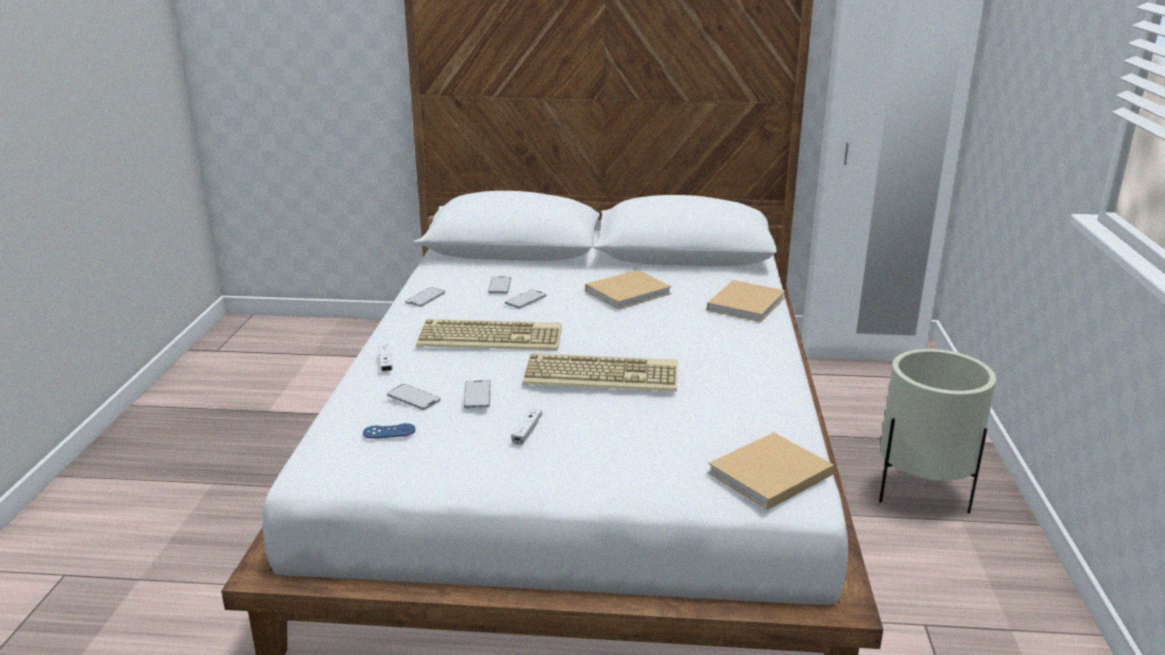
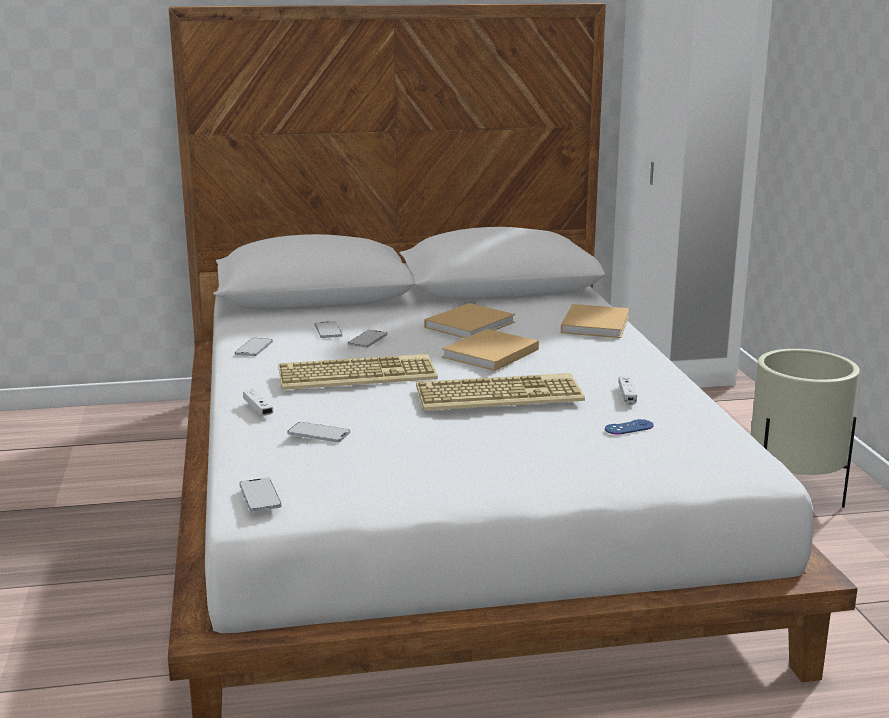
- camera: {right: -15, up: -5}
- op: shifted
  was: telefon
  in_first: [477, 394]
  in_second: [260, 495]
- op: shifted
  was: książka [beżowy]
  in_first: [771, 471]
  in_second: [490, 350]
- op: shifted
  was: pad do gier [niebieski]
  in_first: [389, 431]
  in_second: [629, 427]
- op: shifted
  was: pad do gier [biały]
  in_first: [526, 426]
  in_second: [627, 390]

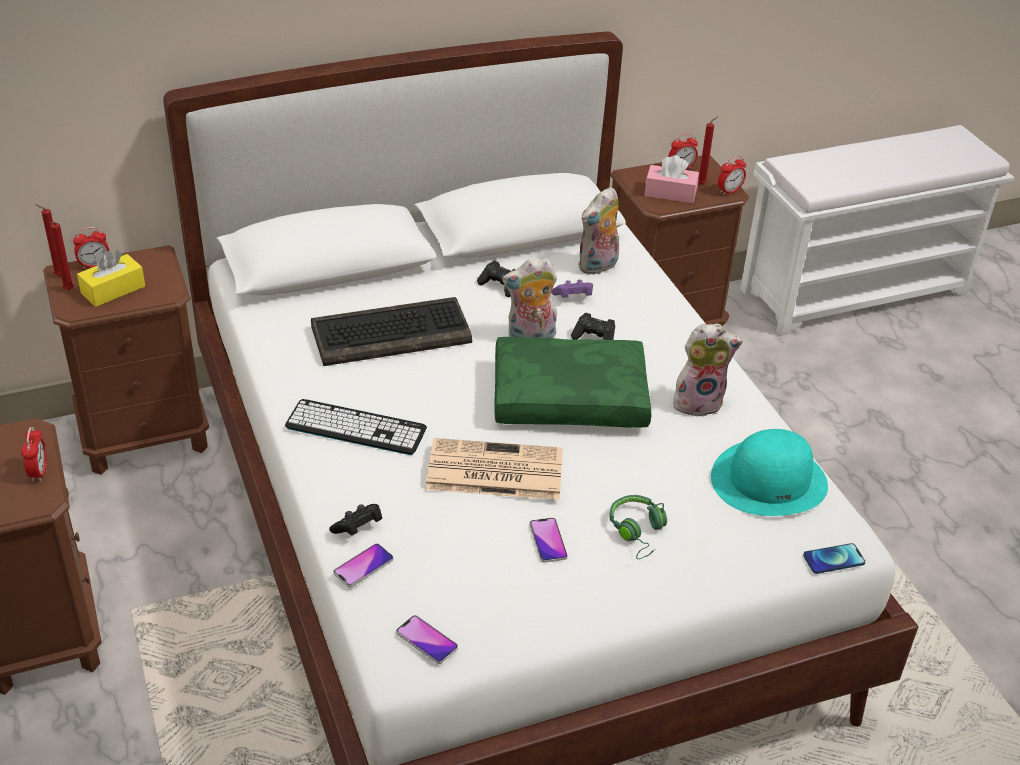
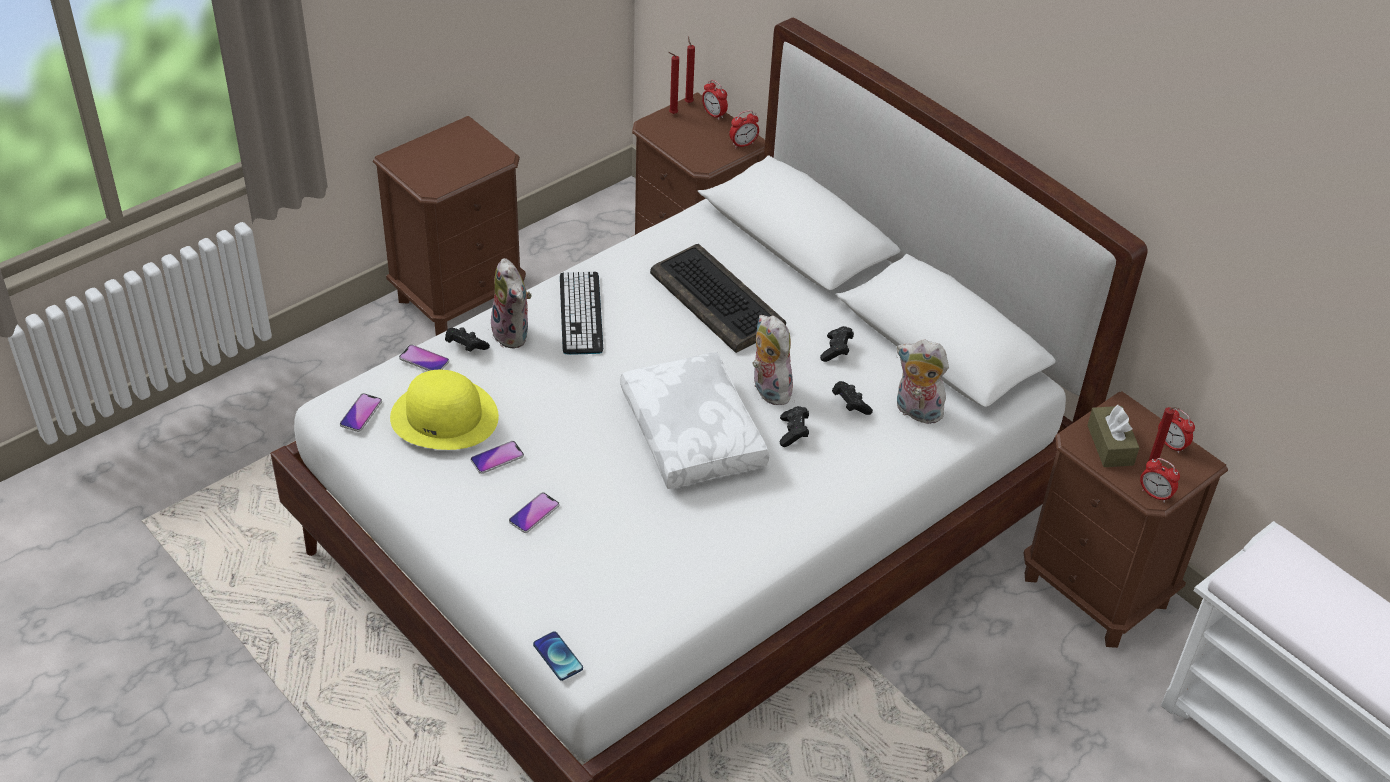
- camera: {right: 70, up: 5}
- op: new
  now: kapelusz [żółty]
  in_second: [444, 410]
- op: shifted
  was: pluszak
  in_first: [708, 370]
  in_second: [511, 303]
- op: swapped
  was: słuchawki [zielony]
  now: telefon
  in_first: [638, 527]
  in_second: [534, 512]
- op: repainted
  was: poduszka [zielony]
  now: poduszka [biały]
  in_first: [573, 382]
  in_second: [694, 420]
- op: shifted
  was: budzik
  in_first: [34, 454]
  in_second: [744, 129]
- op: repainted
  was: pad do gier [fioletowy]
  now: pad do gier [czarny]
  in_first: [572, 288]
  in_second: [852, 398]
- op: repainted
  was: pudełko chusteczek [różowy]
  now: pudełko chusteczek [brązowy]
  in_first: [672, 179]
  in_second: [1113, 435]
- op: gone
  was: pudełko chusteczek [żółty]
  in_first: [111, 278]
- op: gone
  was: gazeta
  in_first: [494, 469]
- op: gone
  was: kapelusz [turkusowy]
  in_first: [769, 472]

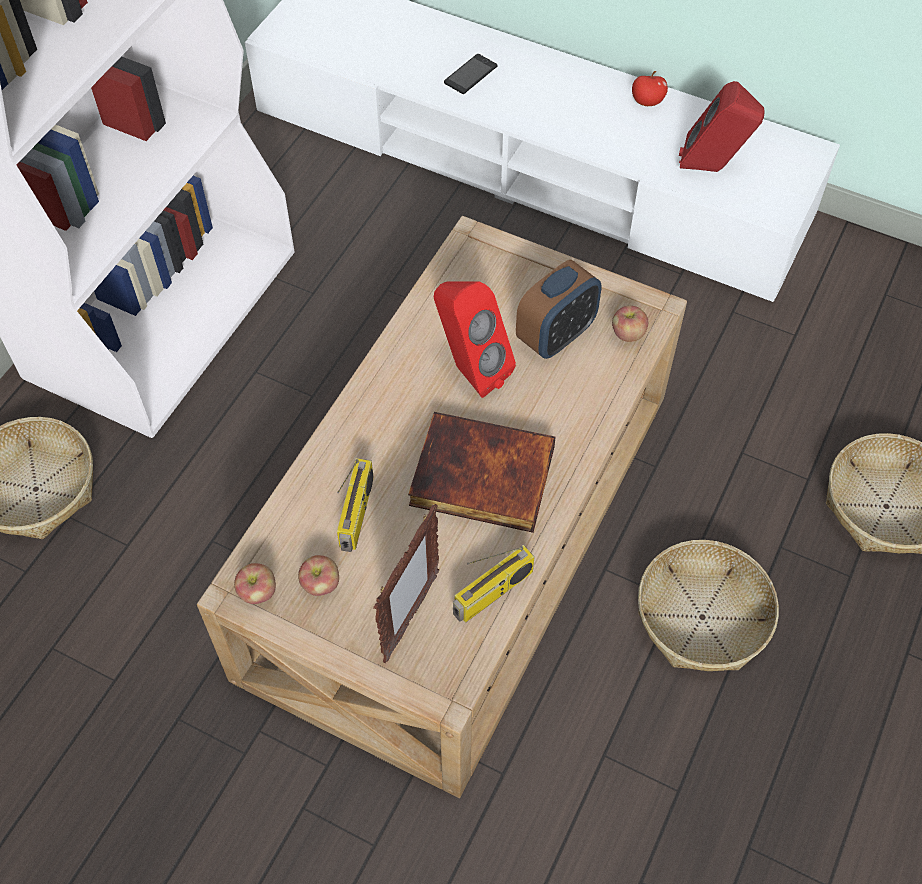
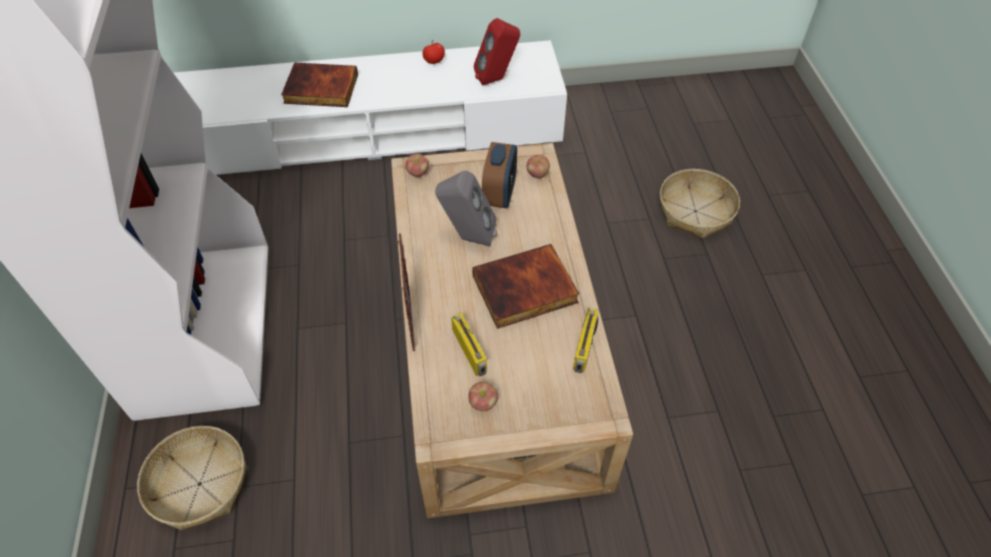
- camera: {right: -35, up: -5}
- op: swapped
  was: telefon
  now: książka
  in_first: [470, 74]
  in_second: [319, 84]
- op: shifted
  was: ramka na zdjęcie
  in_first: [406, 583]
  in_second: [406, 292]
- op: shifted
  was: jabłko
  in_first: [255, 583]
  in_second: [417, 165]
- op: repainted
  was: głośnik [czerwony]
  now: głośnik [szary]
  in_first: [475, 340]
  in_second: [466, 209]
- op: gone
  was: koszyk
  in_first: [708, 605]

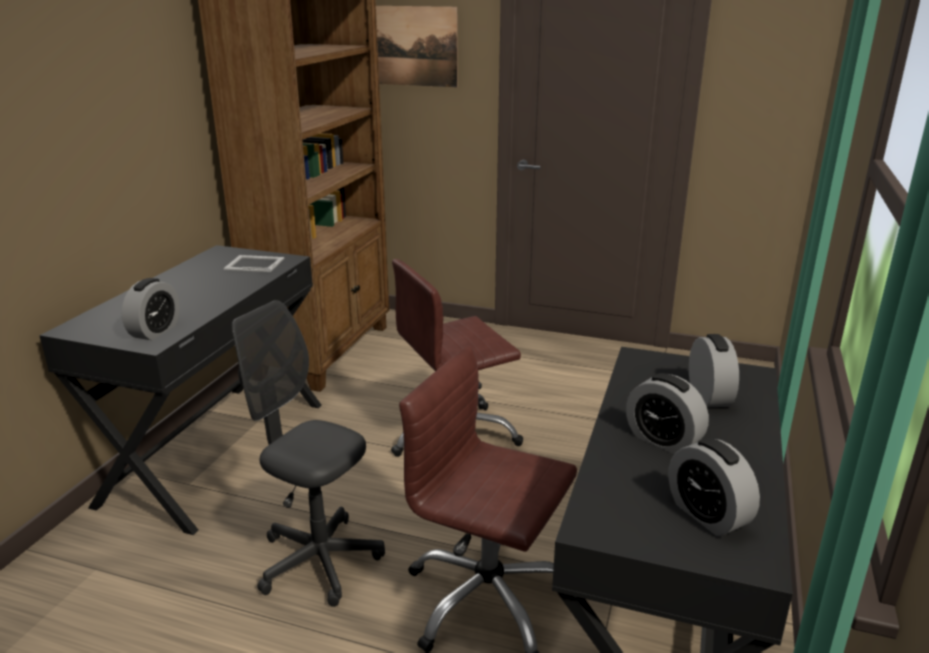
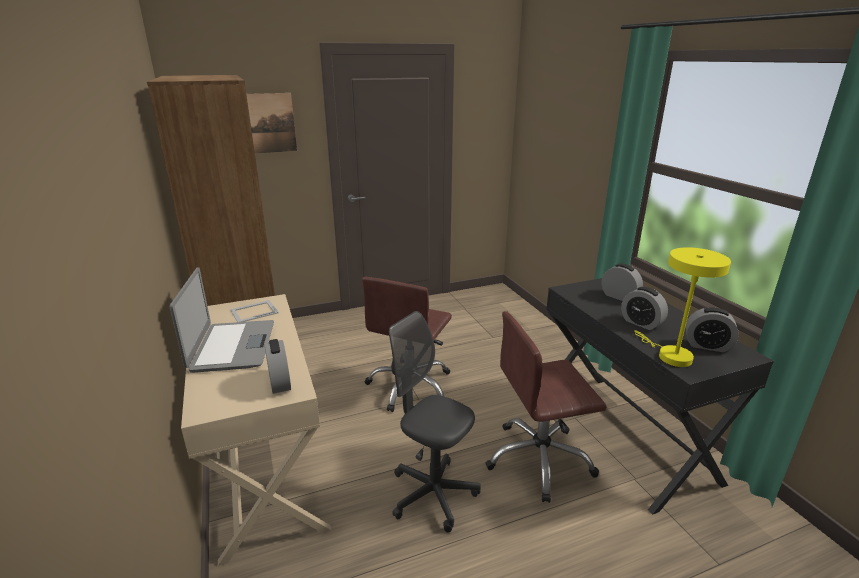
- camera: {right: -40, up: 0}
- op: new
  now: laptop
  in_second: [222, 320]
- op: repainted
  was: biurko [czarny]
  now: biurko [beżowy]
  in_first: [180, 390]
  in_second: [256, 430]
- op: rotated
  was: krzesło biurowe [szary]
  in_first: [308, 453]
  in_second: [435, 421]
  clockwise: 45
- op: rotated
  was: budzik
  in_first: [667, 413]
  in_second: [644, 308]
  clockwise: 45
- op: new
  now: lampa stołowa [żółty]
  in_second: [682, 307]

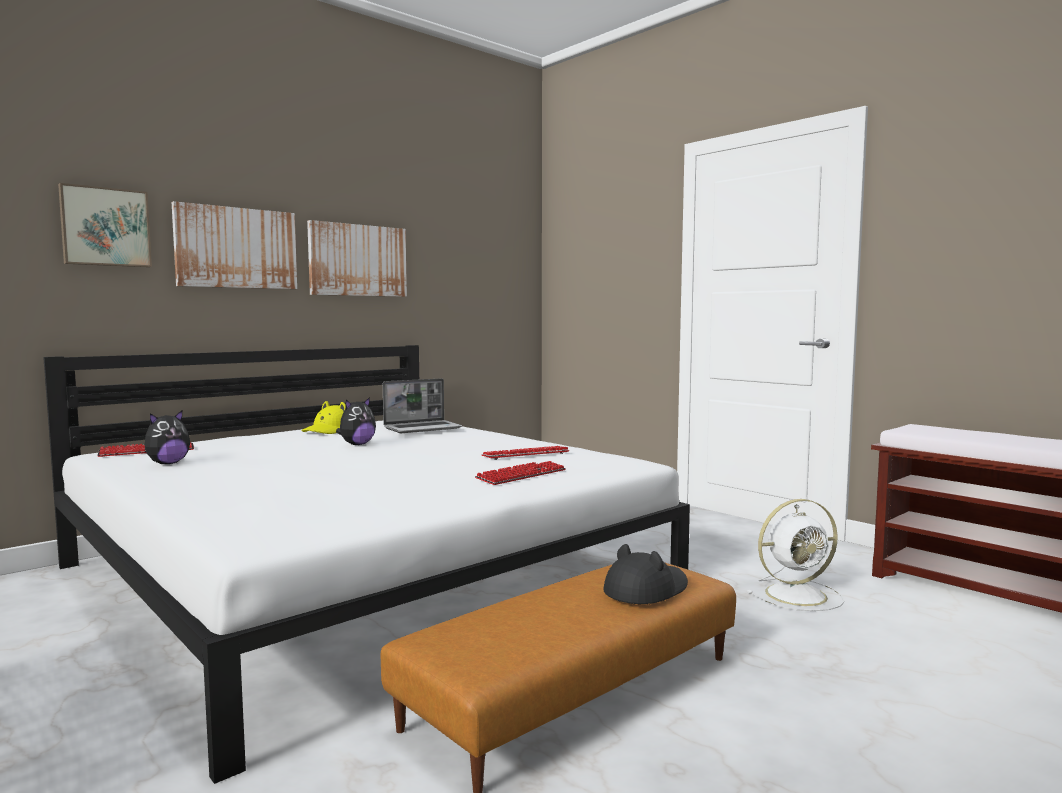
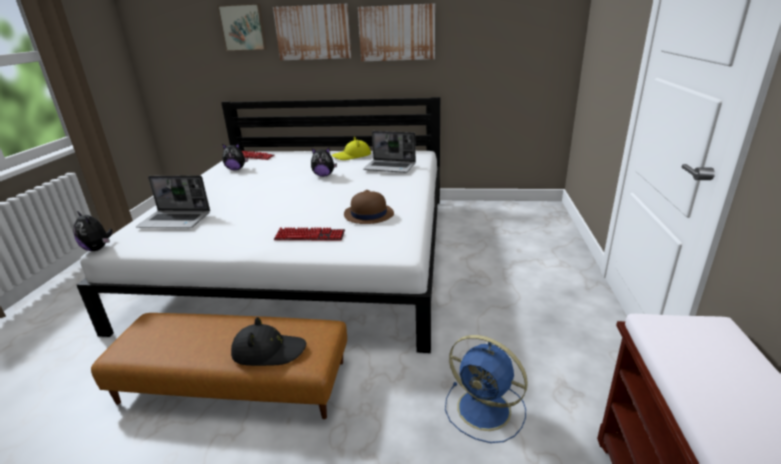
- camera: {right: 50, up: 20}
- op: new
  now: pluszak
  in_second: [92, 231]
- op: new
  now: laptop
  in_second: [173, 202]
- op: swapped
  was: klawiatura
  now: kapelusz [brązowy]
  in_first: [525, 453]
  in_second: [369, 207]
- op: repainted
  was: wentylator [biały]
  now: wentylator [niebieski]
  in_first: [795, 555]
  in_second: [486, 389]

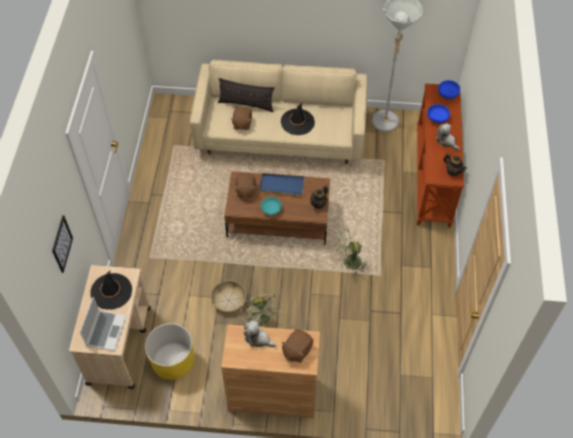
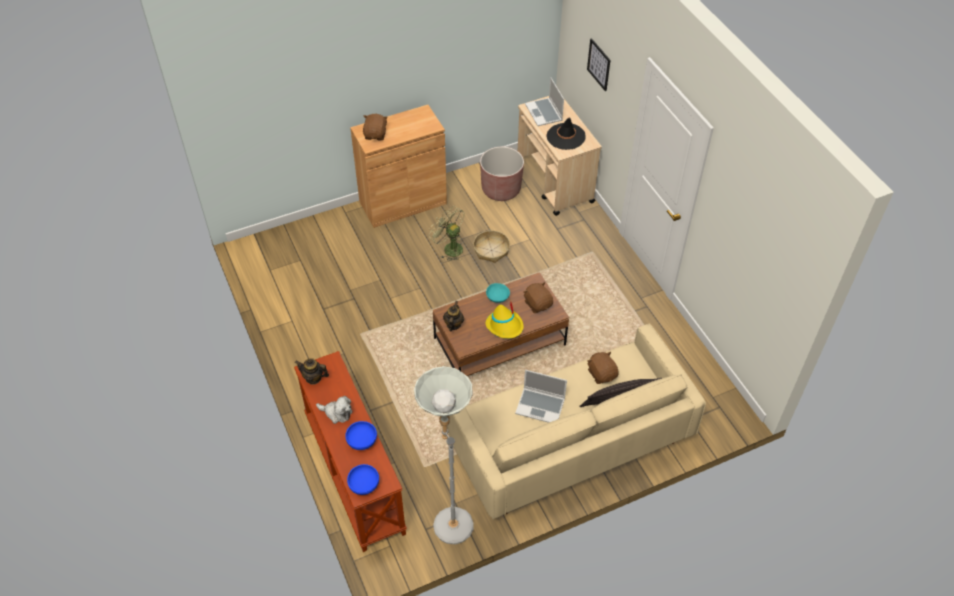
- camera: {right: 150, up: -5}
- op: repainted
  was: donica [żółty]
  now: donica [brązowy]
  in_first: [169, 351]
  in_second: [502, 174]
- op: swapped
  was: taca [niebieski]
  now: kapelusz [żółty]
  in_first: [282, 184]
  in_second: [505, 320]
- op: swapped
  was: kapelusz [czarny]
  now: laptop
  in_first: [298, 119]
  in_second: [541, 396]
- op: gone
  was: pluszak
  in_first: [260, 333]
- op: gone
  was: wentylator [zielony]
  in_first: [351, 252]

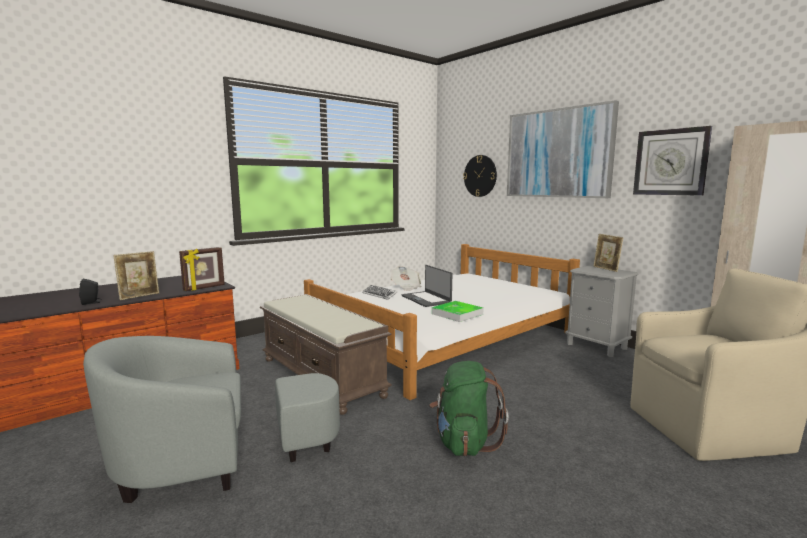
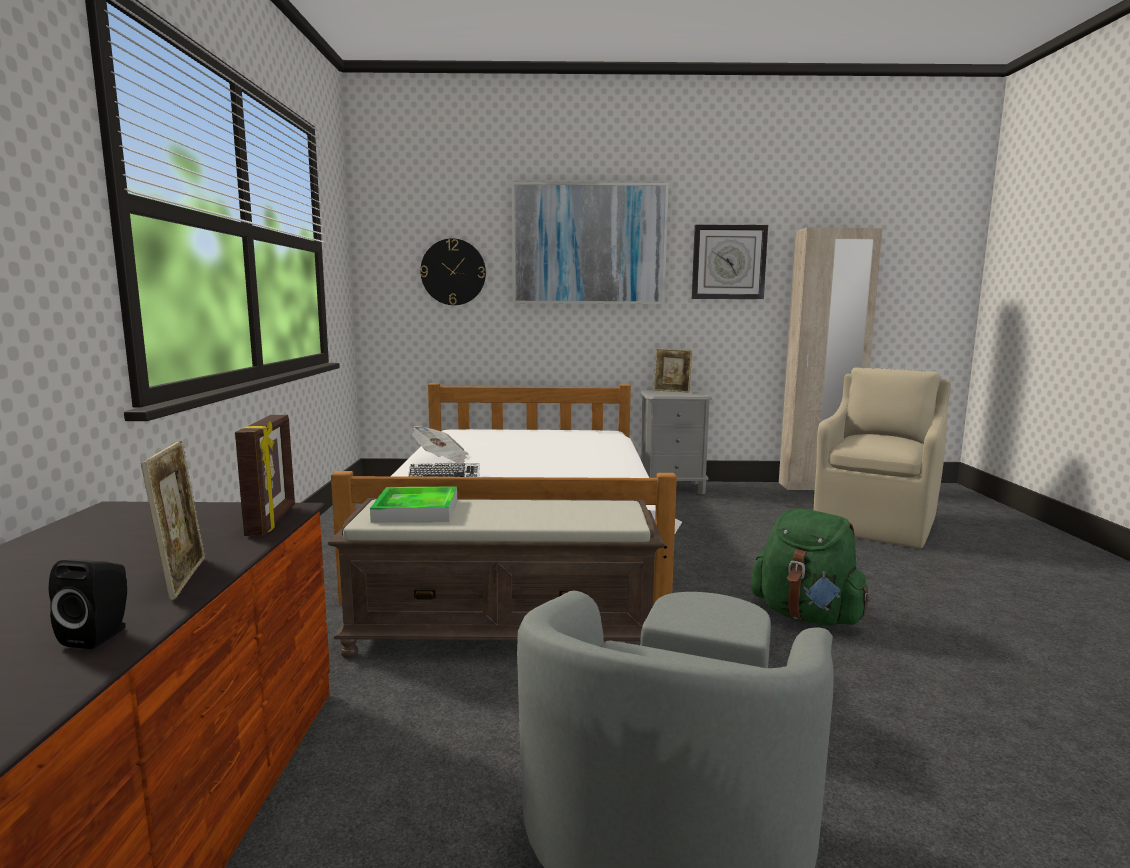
- camera: {right: -50, up: 0}
- op: shifted
  was: taca
  in_first: [457, 311]
  in_second: [413, 504]
- op: gone
  was: laptop
  in_first: [426, 286]

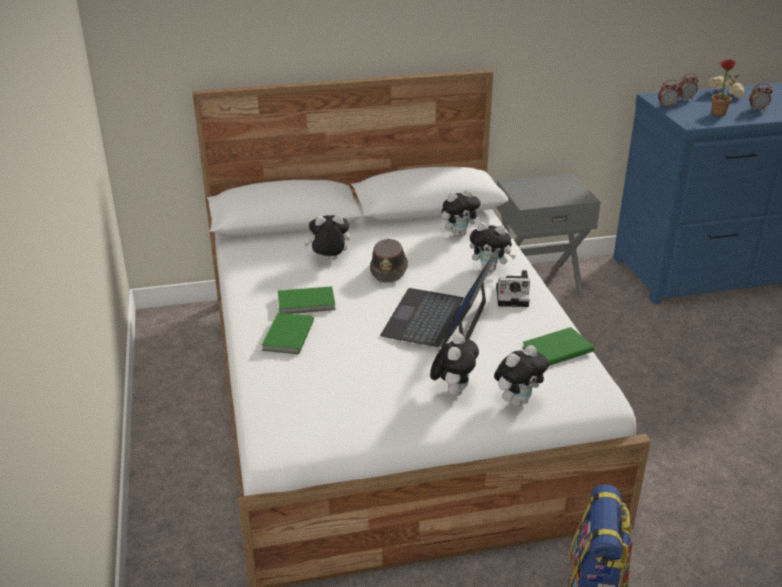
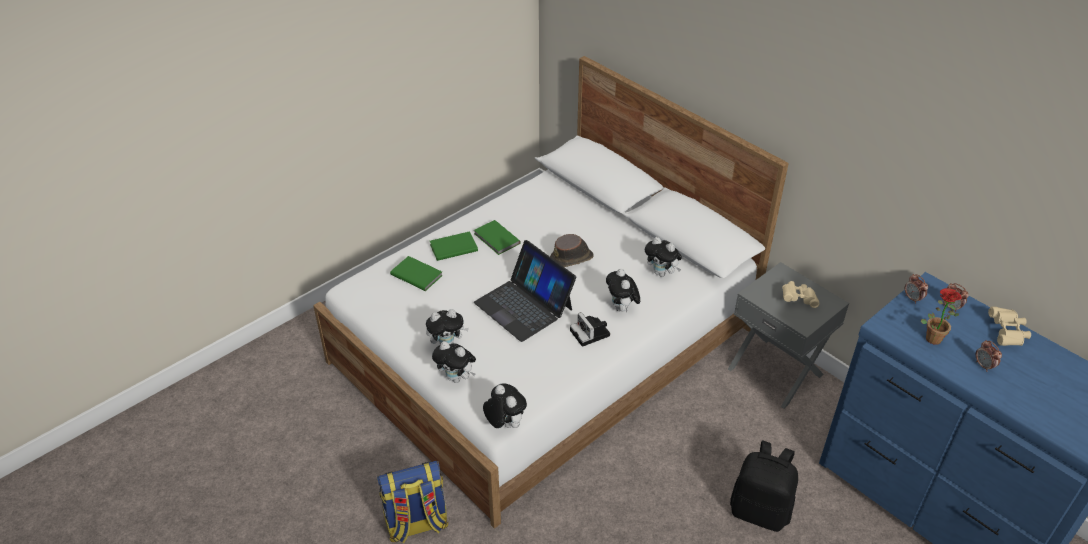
- camera: {right: 60, up: 10}
- op: shifted
  was: książka [zielony]
  in_first: [558, 346]
  in_second: [416, 273]
- op: rotated
  was: laptop
  in_first: [437, 301]
  in_second: [525, 291]
  clockwise: -120
- op: shifted
  was: pluszak
  in_first: [327, 237]
  in_second: [505, 405]
- op: new
  now: plecak [czarny]
  in_second: [764, 486]
- op: new
  now: lornetka [beżowy]
  in_second: [801, 294]

